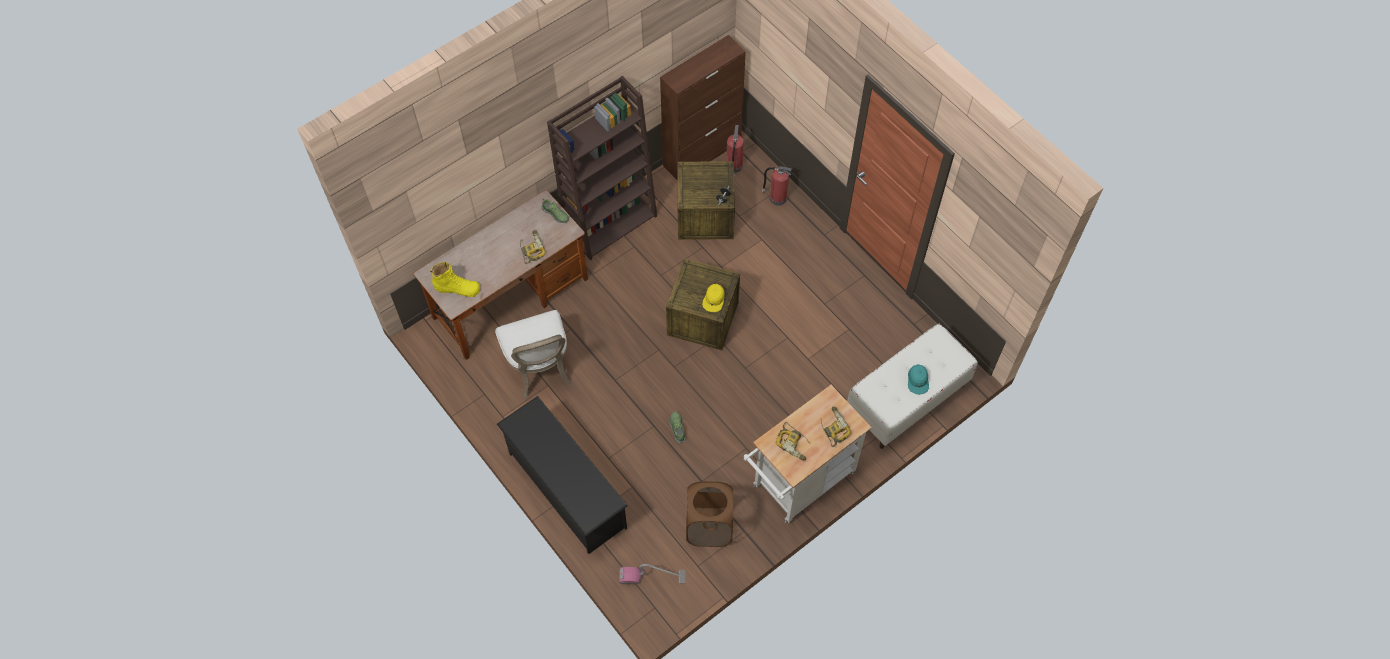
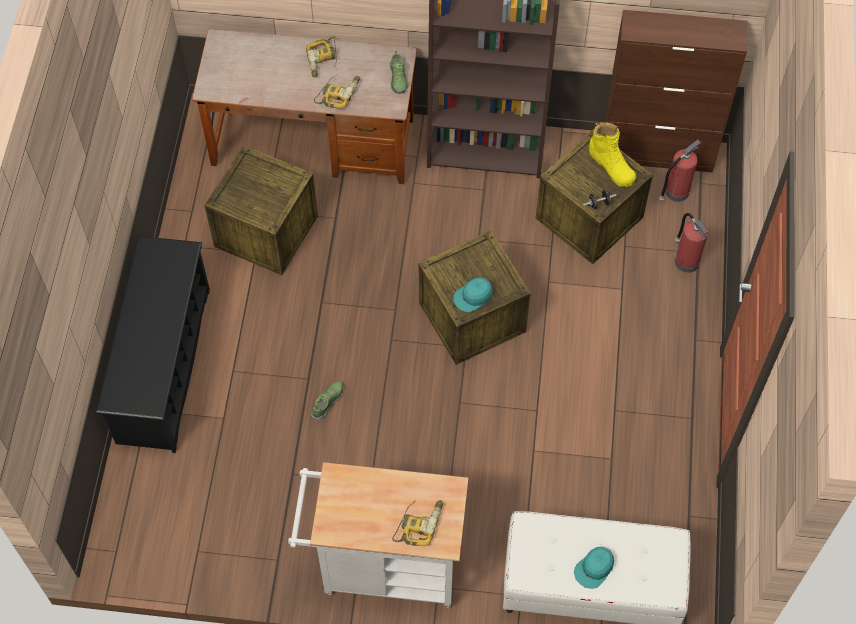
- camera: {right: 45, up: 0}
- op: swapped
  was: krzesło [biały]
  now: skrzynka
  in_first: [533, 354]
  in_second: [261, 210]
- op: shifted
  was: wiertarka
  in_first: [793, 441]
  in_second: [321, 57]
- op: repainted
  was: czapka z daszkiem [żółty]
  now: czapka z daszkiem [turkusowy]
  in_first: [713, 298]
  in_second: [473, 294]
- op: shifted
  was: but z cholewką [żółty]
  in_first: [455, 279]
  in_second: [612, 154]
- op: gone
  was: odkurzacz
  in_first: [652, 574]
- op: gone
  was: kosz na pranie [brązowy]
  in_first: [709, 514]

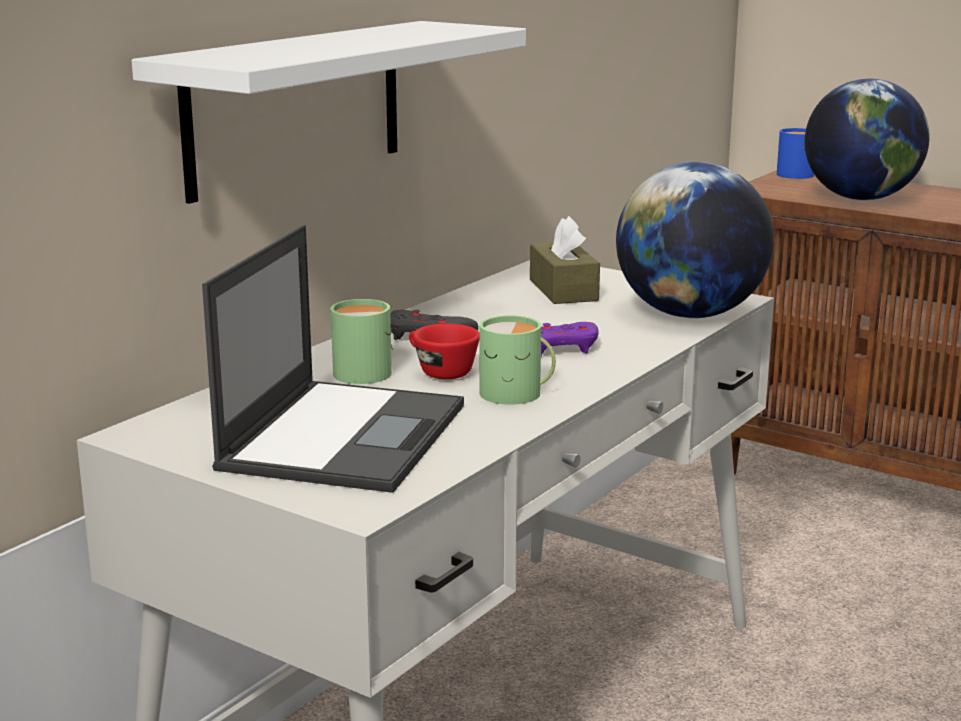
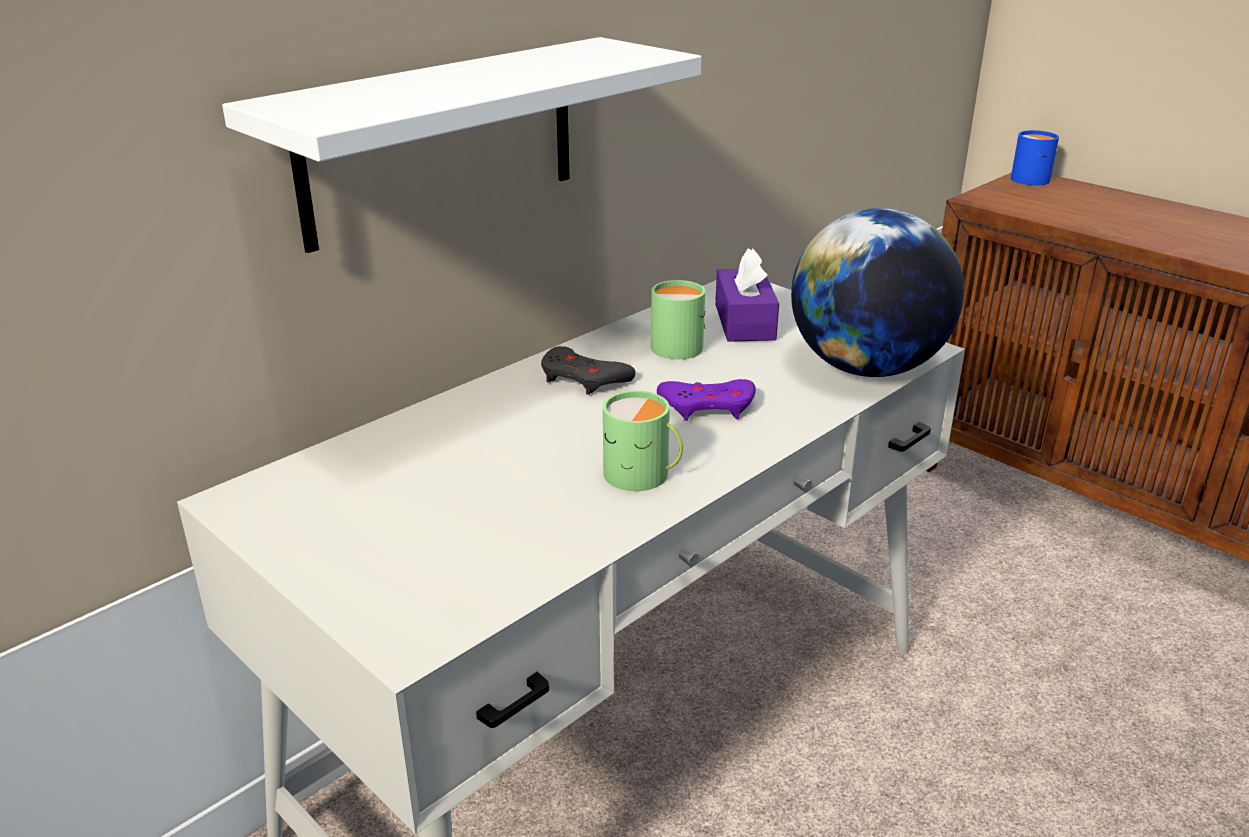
- camera: {right: 10, up: 10}
- op: shifted
  was: kubek [zielony]
  in_first: [362, 341]
  in_second: [678, 320]
- op: repainted
  was: pudełko chusteczek [brązowy]
  now: pudełko chusteczek [fioletowy]
  in_first: [565, 260]
  in_second: [747, 295]
- op: gone
  was: laptop
  in_first: [333, 359]
- op: gone
  was: filiżanka [czerwony]
  in_first: [444, 351]
- op: gone
  was: globus
  in_first: [867, 139]

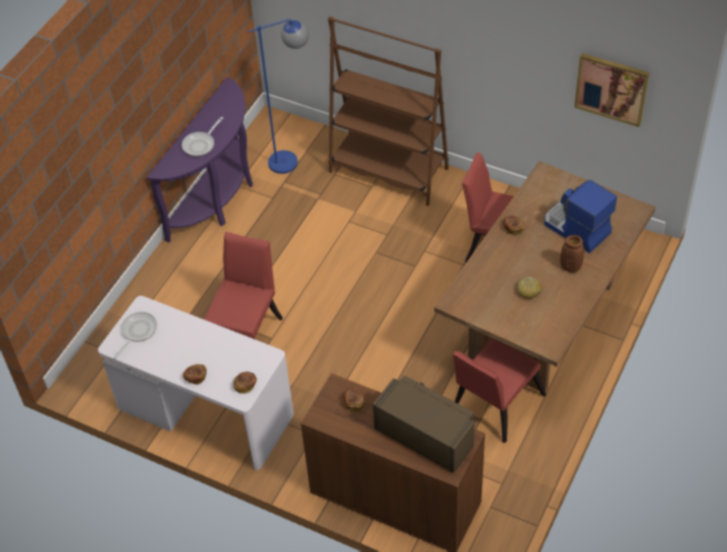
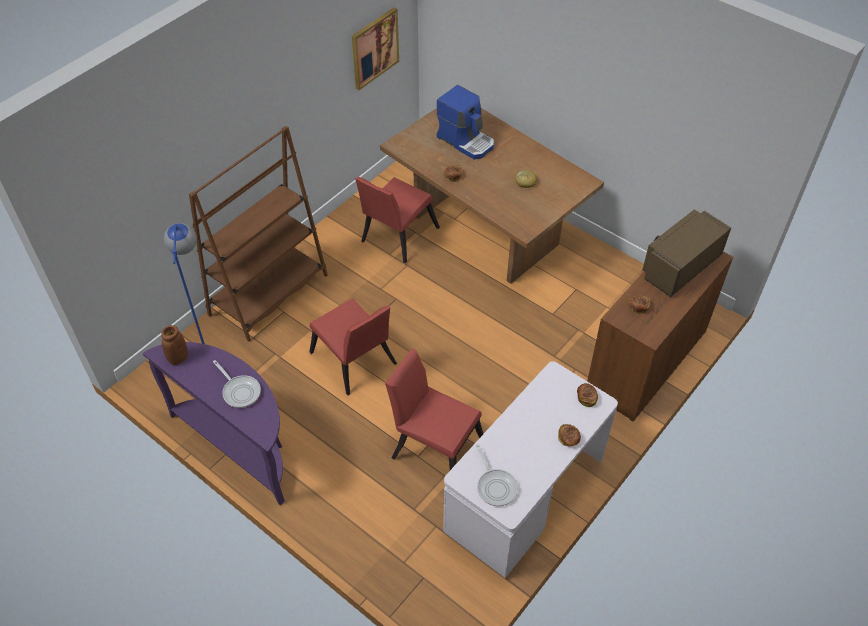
- camera: {right: -80, up: 0}
- op: shifted
  was: wazon [brązowy]
  in_first: [572, 254]
  in_second: [174, 345]
- op: shifted
  was: krzesło [czerwony]
  in_first: [499, 390]
  in_second: [353, 346]
- op: rotated
  was: ekspres do kawy
  in_first: [581, 216]
  in_second: [465, 122]
  clockwise: -105
- op: rotated
  was: patelnia
  in_first: [135, 335]
  in_second: [496, 475]
  clockwise: -150

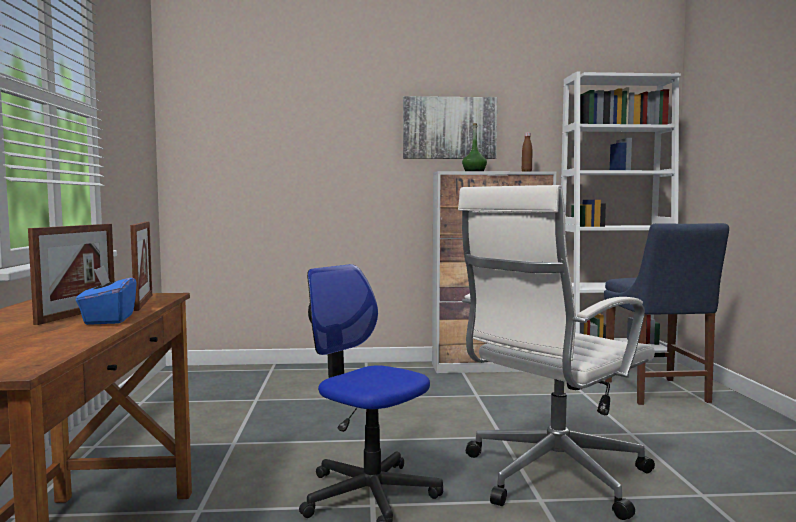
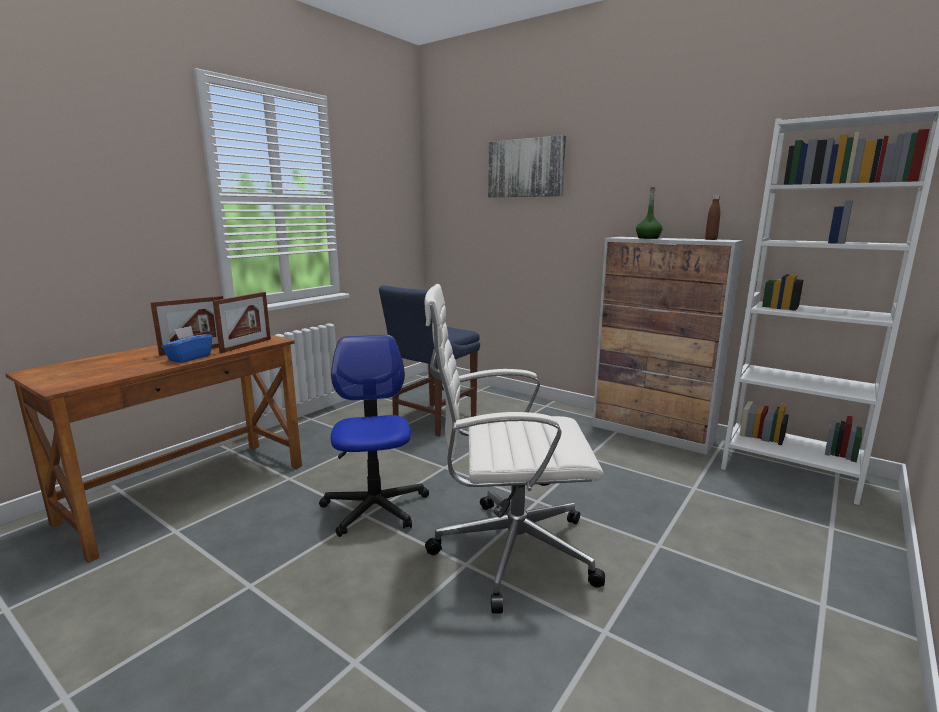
- camera: {right: 40, up: 10}
- op: shifted
  was: krzesło [niebieski]
  in_first: [666, 314]
  in_second: [429, 361]
- op: shifted
  was: obraz
  in_first: [450, 127]
  in_second: [527, 166]

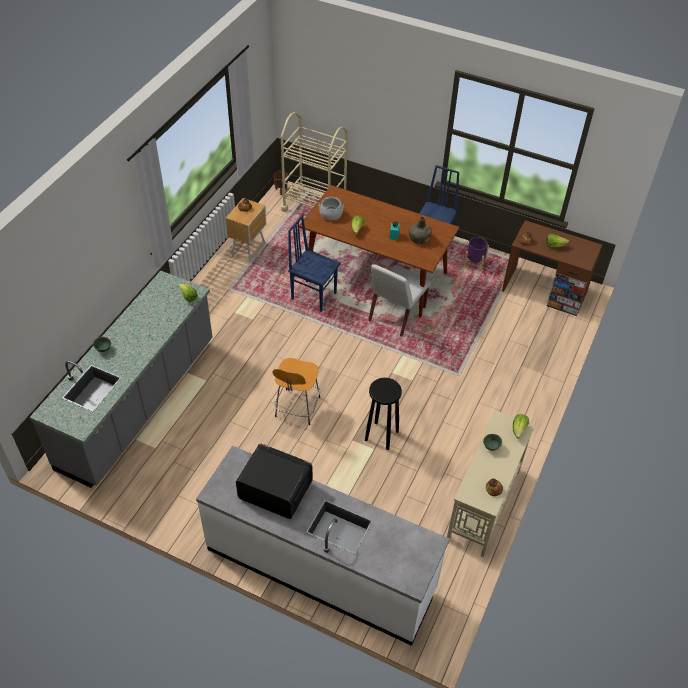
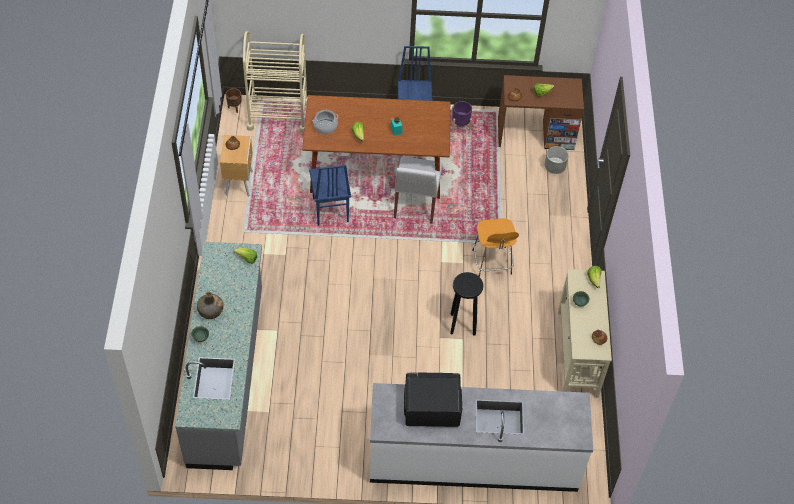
- camera: {right: -25, up: 5}
- op: shifted
  was: butelka [zielony]
  in_first: [420, 230]
  in_second: [210, 305]
- op: rotated
  was: krzesło [niebieski]
  in_first: [314, 263]
  in_second: [330, 195]
  clockwise: -105
- op: shifted
  was: stołek [pomarańczowy]
  in_first: [296, 391]
  in_second: [495, 247]
- op: new
  now: donica [szary]
  in_second: [556, 160]

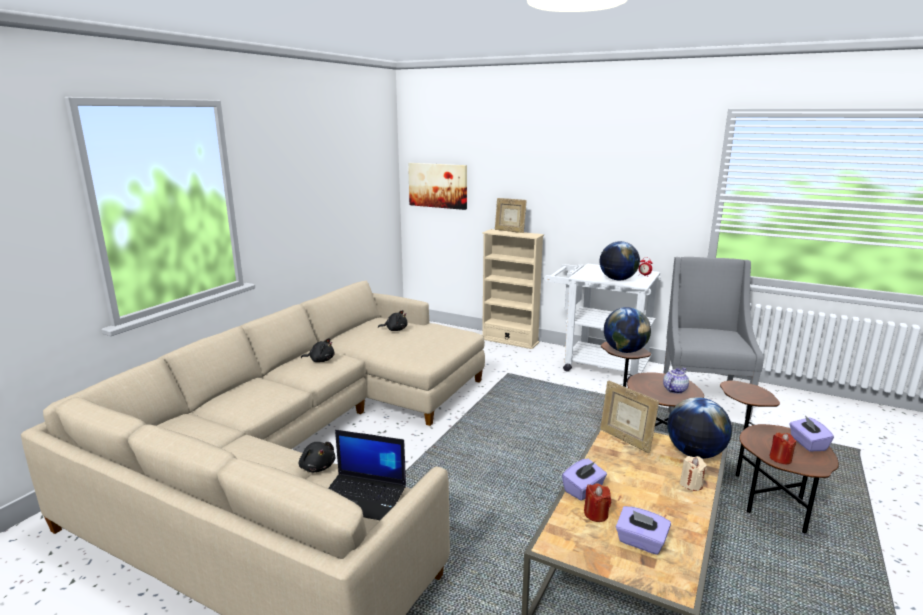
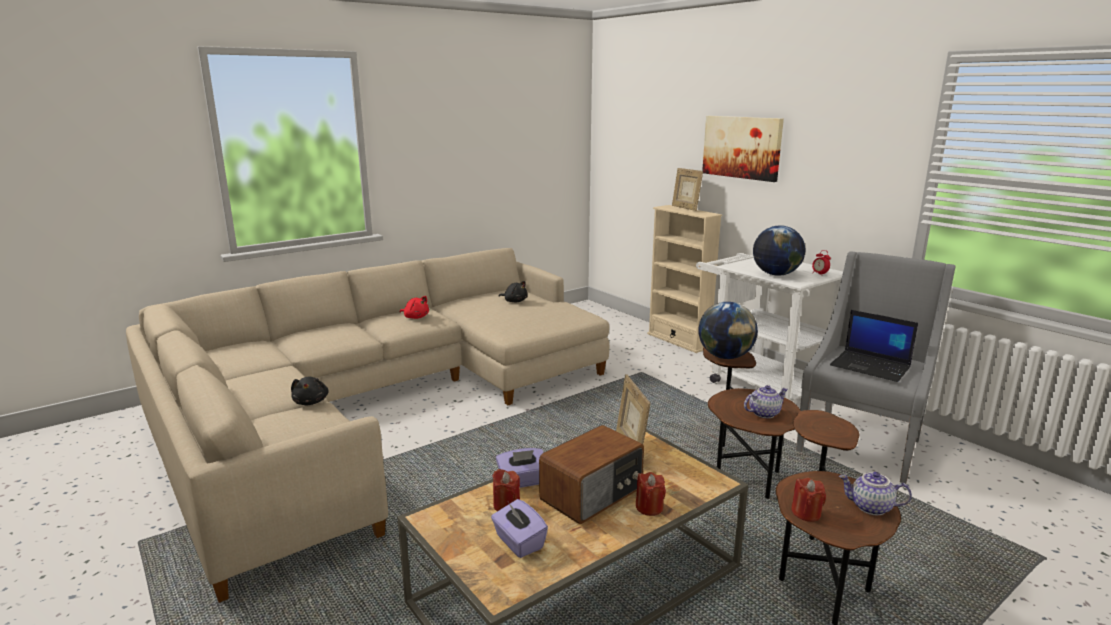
- camera: {right: 25, up: 0}
- op: repainted
  was: pluszak [czarny]
  now: pluszak [czerwony]
  in_first: [318, 350]
  in_second: [414, 307]
- op: new
  now: radio
  in_second: [591, 474]
- op: repainted
  was: świeca [beżowy]
  now: świeca [czerwony]
  in_first: [693, 473]
  in_second: [651, 494]
- op: shifted
  was: obraz
  in_first: [437, 186]
  in_second: [743, 149]
- op: shifted
  was: laptop
  in_first: [367, 475]
  in_second: [874, 346]
- op: swapped
  was: pudełko chusteczek [fioletowy]
  now: imbryk
  in_first: [811, 433]
  in_second: [875, 493]
- op: gone
  was: globus
  in_first: [699, 428]

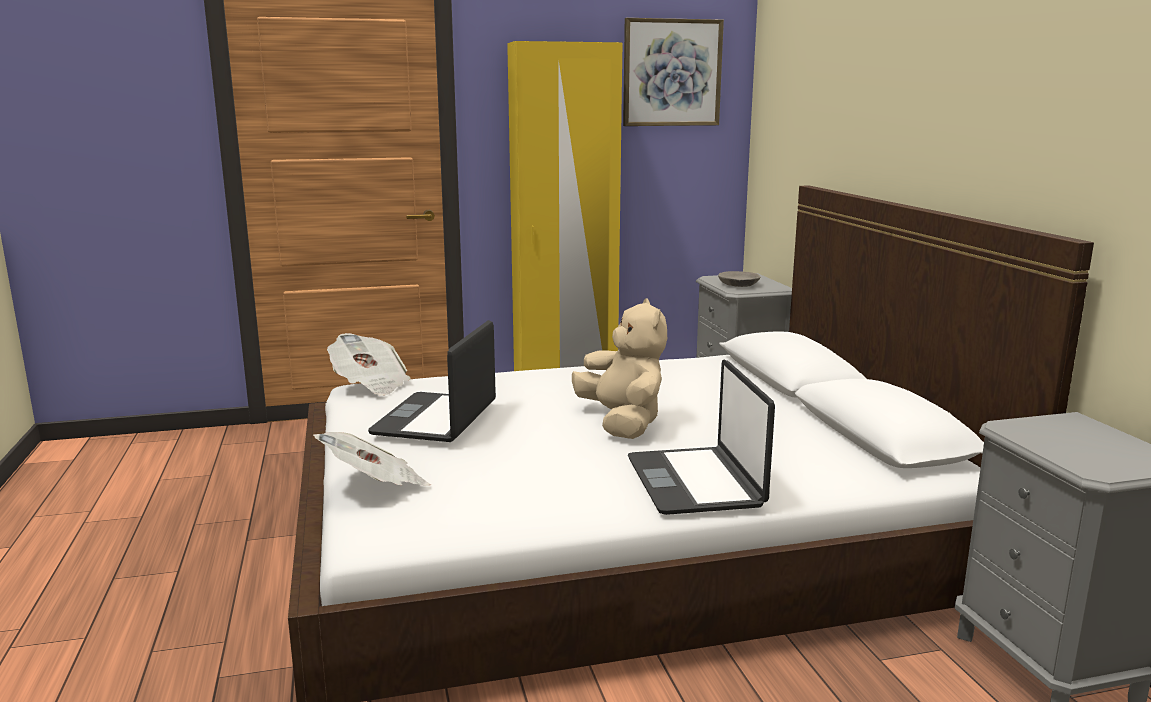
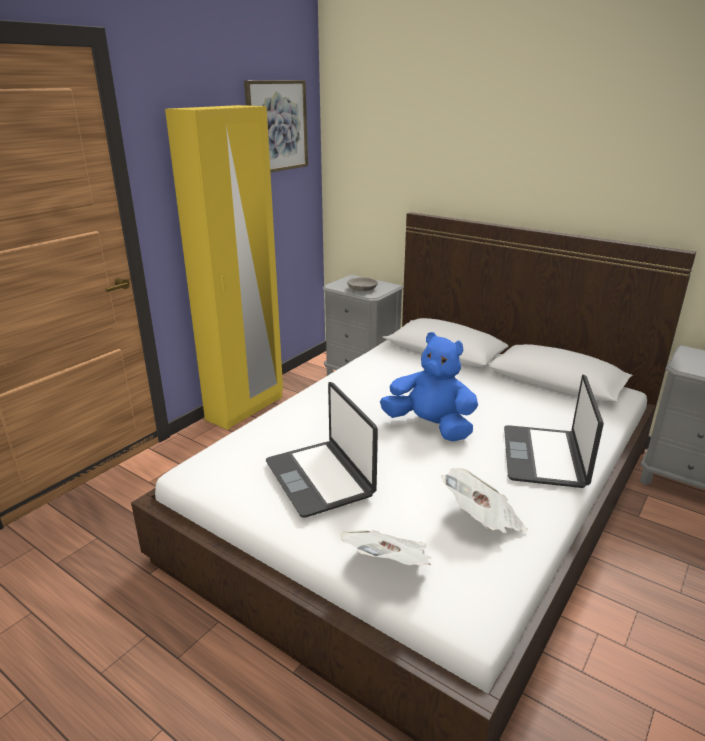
- camera: {right: -40, up: 10}
- op: repainted
  was: pluszak [beżowy]
  now: pluszak [niebieski]
  in_first: [619, 368]
  in_second: [429, 386]
- op: shifted
  was: gazeta
  in_first: [368, 364]
  in_second: [484, 500]
- op: rotated
  was: laptop
  in_first: [701, 437]
  in_second: [554, 431]
  clockwise: 60

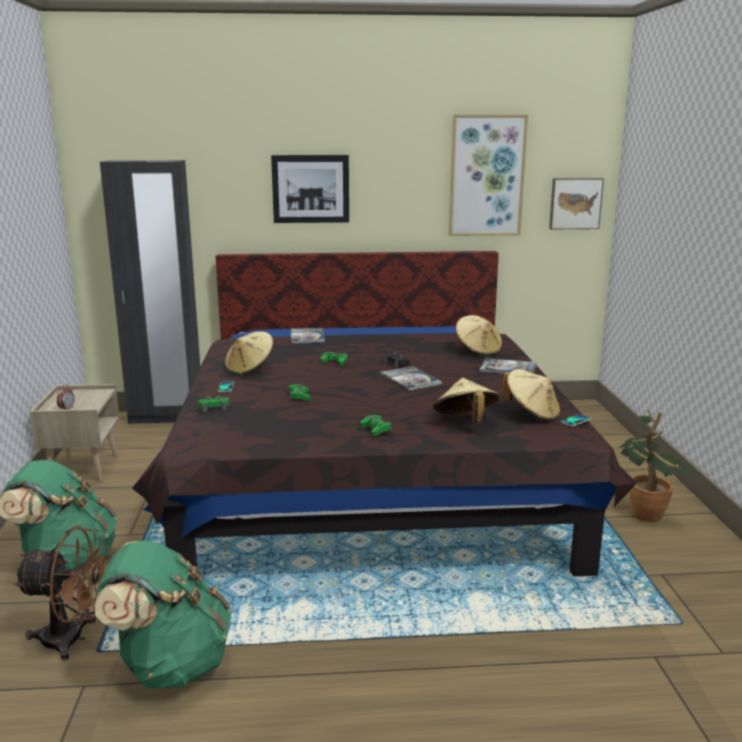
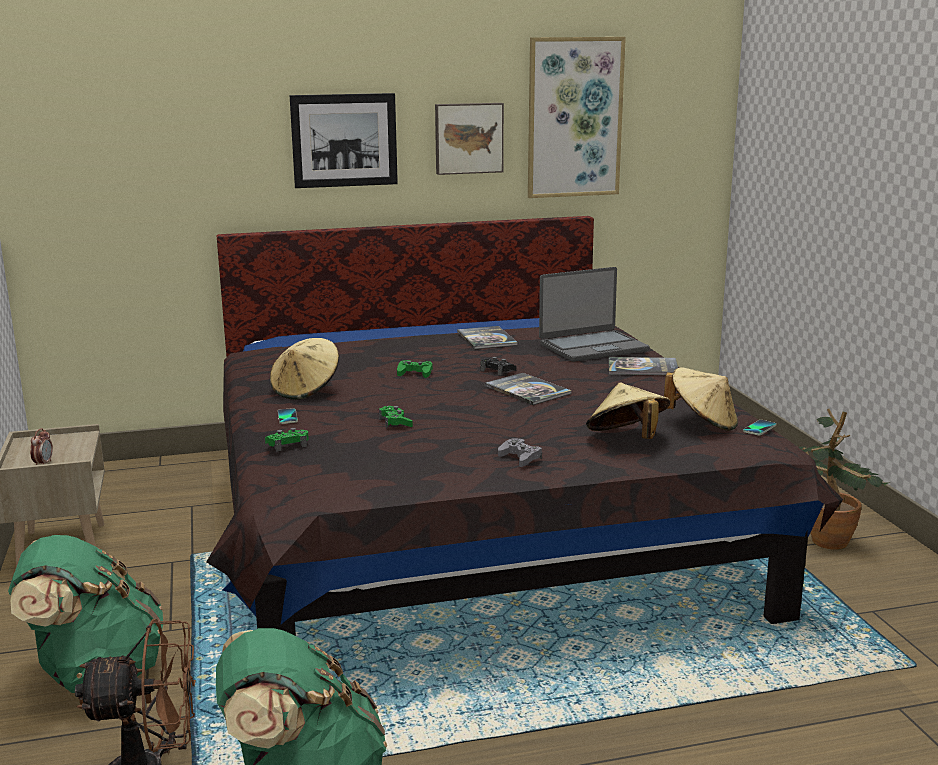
- camera: {right: -10, up: 0}
- op: shifted
  was: obraz
  in_first: [576, 204]
  in_second: [469, 139]
- op: shifted
  was: książka
  in_first: [308, 336]
  in_second: [487, 337]
- op: repainted
  was: pad do gier [zielony]
  now: pad do gier [szary]
  in_first: [375, 426]
  in_second: [520, 452]
- op: swapped
  was: kapelusz [beżowy]
  now: laptop
  in_first: [479, 335]
  in_second: [594, 314]
- op: gone
  was: szafa [czarny]
  in_first: [150, 292]

